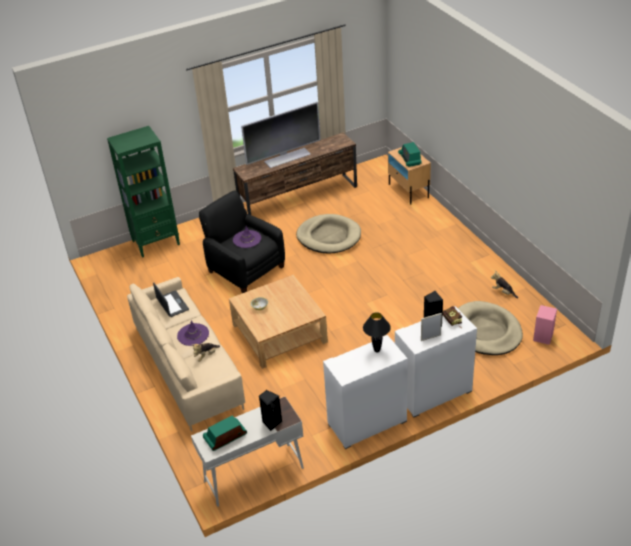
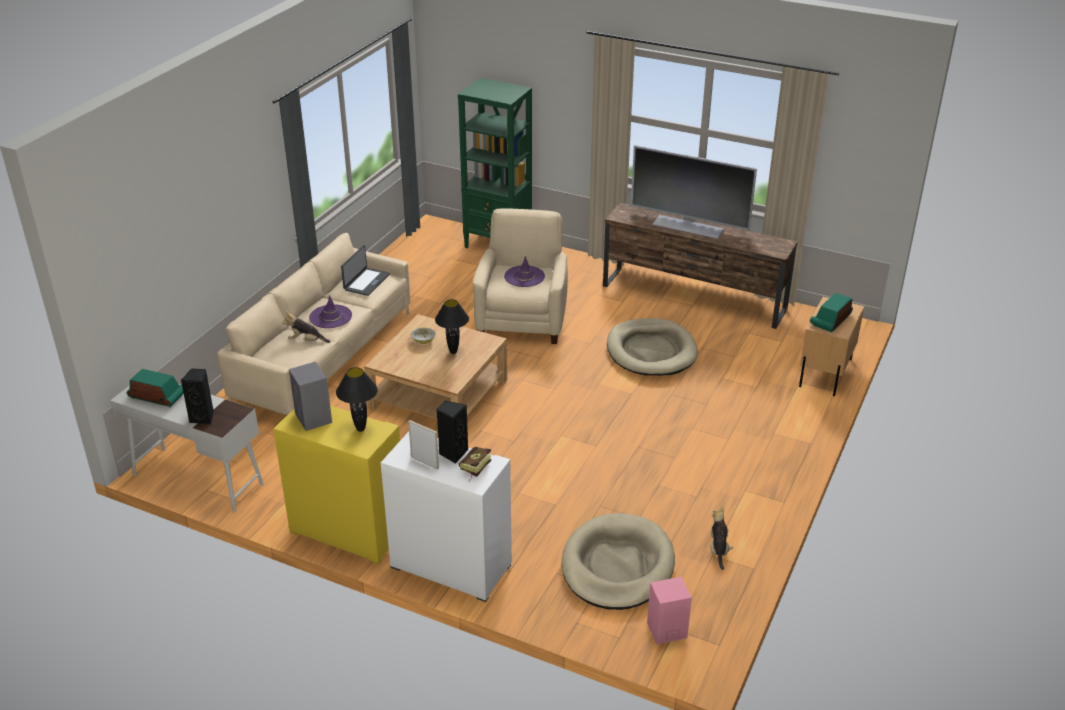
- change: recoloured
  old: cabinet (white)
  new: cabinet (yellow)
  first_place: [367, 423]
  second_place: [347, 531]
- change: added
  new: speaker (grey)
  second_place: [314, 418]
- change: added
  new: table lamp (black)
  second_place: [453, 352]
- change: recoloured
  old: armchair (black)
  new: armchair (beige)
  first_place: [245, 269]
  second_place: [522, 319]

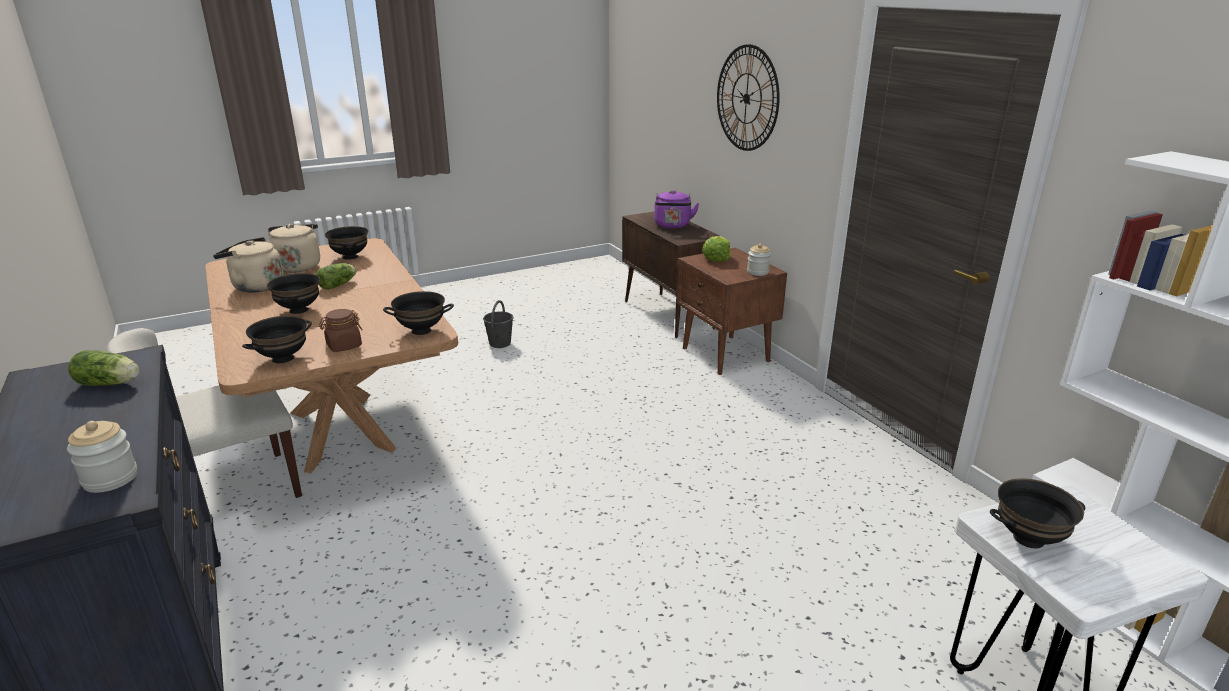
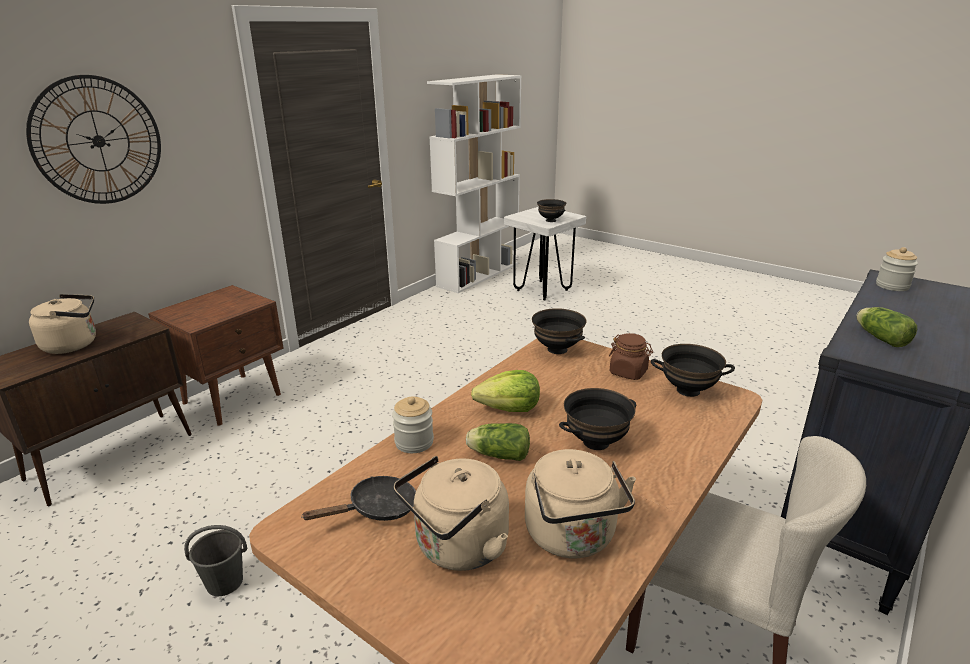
- change: recoloured
  old: kettle (purple)
  new: kettle (beige)
  first_place: [672, 226]
  second_place: [74, 344]
- change: replaced
  old: bowl (black)
  new: frying pan (black)
  first_place: [350, 257]
  second_place: [377, 509]
- change: moved
  old: jar
  first_place: [757, 272]
  second_place: [414, 442]
- change: moved
  old: lettuce
  first_place: [716, 258]
  second_place: [509, 408]

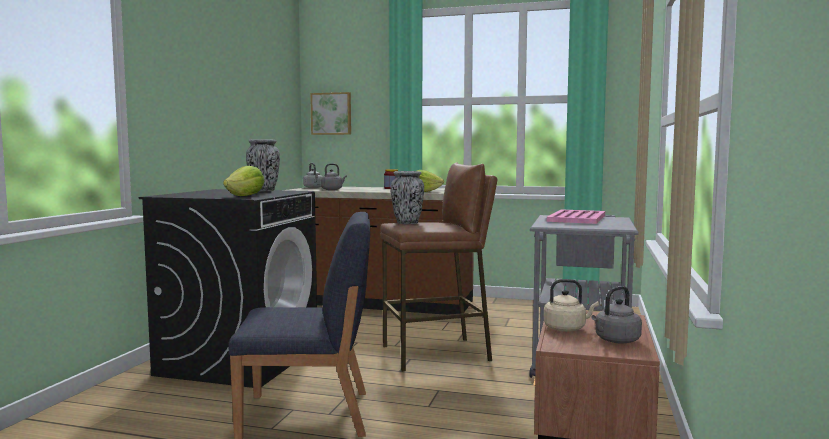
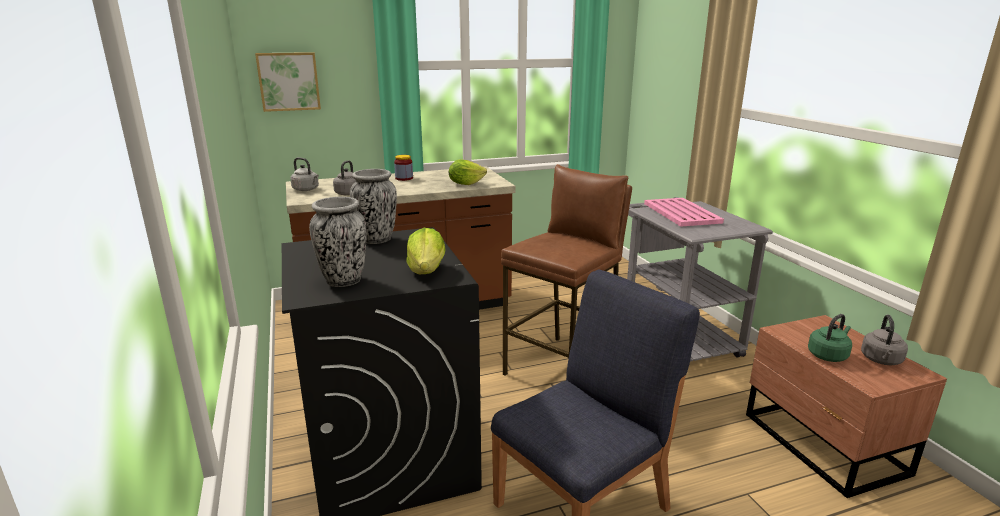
- change: moved
  old: vase
  first_place: [407, 223]
  second_place: [343, 281]
- change: recoloured
  old: kettle (beige)
  new: kettle (green)
  first_place: [567, 328]
  second_place: [828, 355]

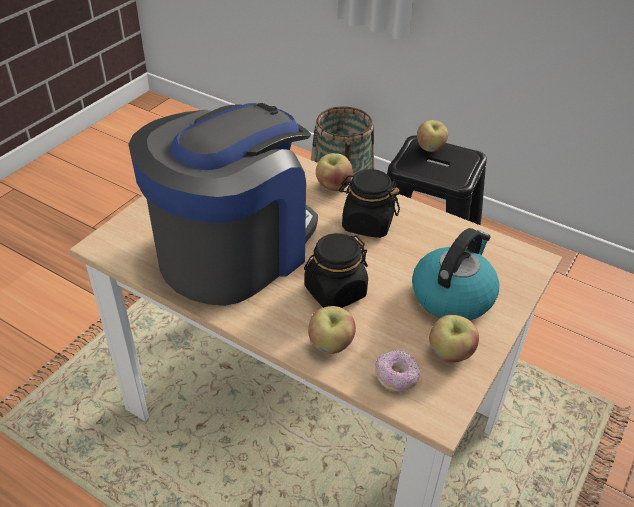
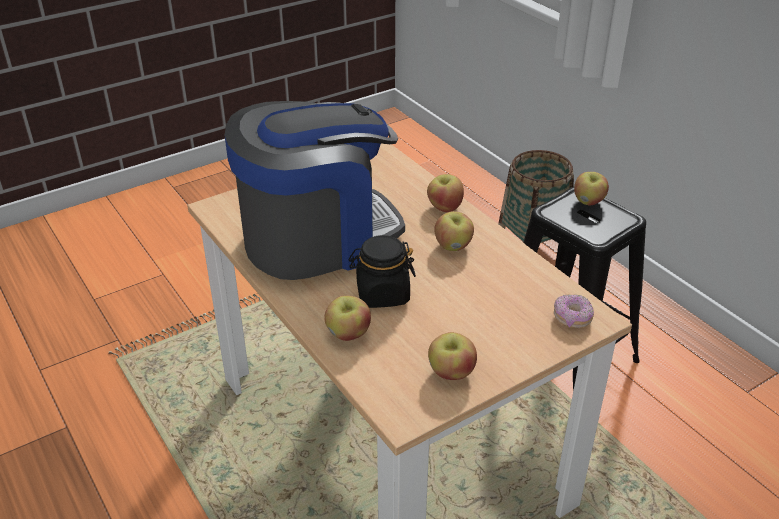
- change: replaced
  old: jar (black)
  new: apple
  first_place: [367, 223]
  second_place: [453, 246]
- change: moved
  old: donut
  first_place: [396, 377]
  second_place: [572, 318]
- change: removed
  old: kettle
  first_place: [452, 295]

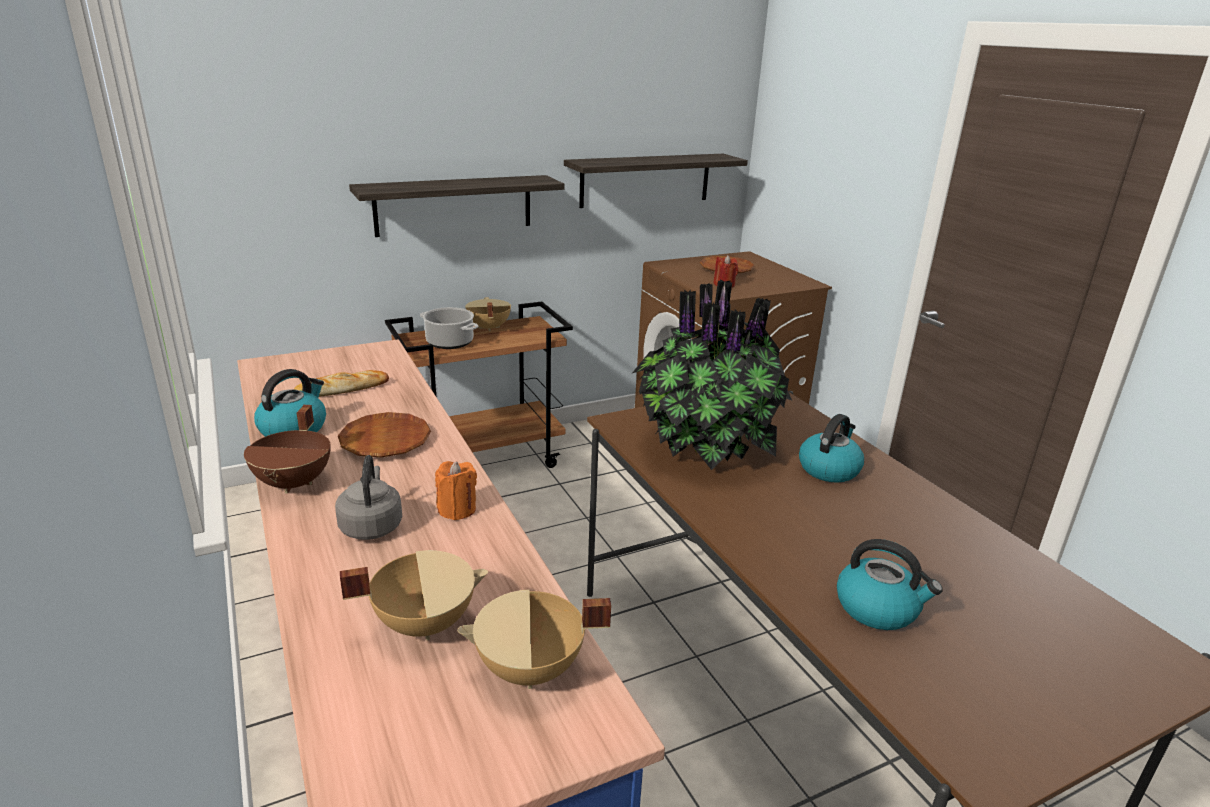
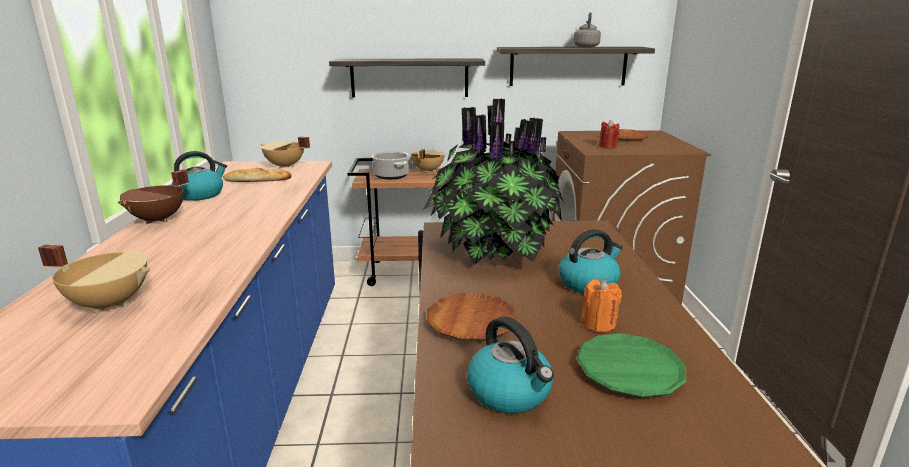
- change: moved
  old: cooking pot (beige)
  first_place: [530, 670]
  second_place: [285, 166]
- change: moved
  old: plate (brown)
  first_place: [385, 441]
  second_place: [471, 322]
- change: moved
  old: kettle (grey)
  first_place: [371, 525]
  second_place: [586, 47]
- change: added
  new: plate (green)
  second_place: [629, 371]
- change: moved
  old: candle (orange)
  first_place: [457, 509]
  second_place: [599, 323]

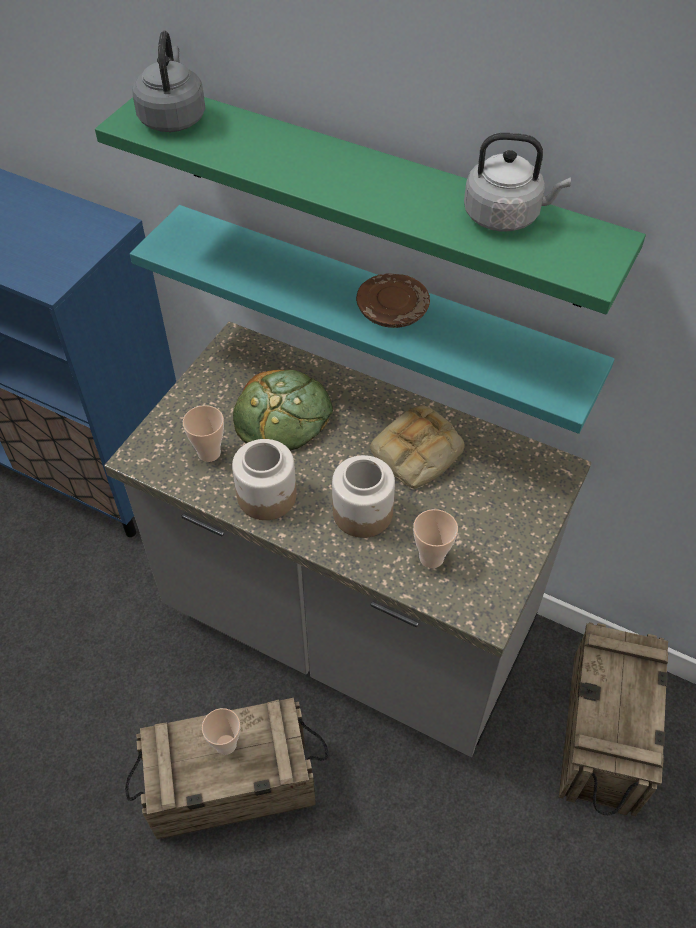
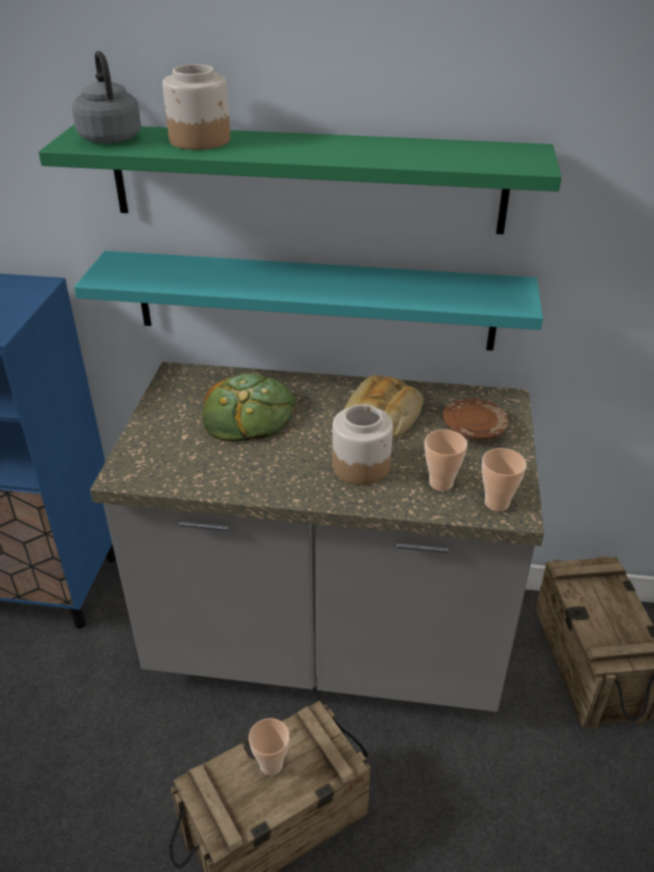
- change: moved
  old: jar
  first_place: [267, 496]
  second_place: [200, 140]
- change: moved
  old: plate (brown)
  first_place: [392, 310]
  second_place: [474, 429]
- change: moved
  old: cup
  first_place: [209, 453]
  second_place: [497, 503]
- change: removed
  old: kettle (grey)
  first_place: [505, 216]

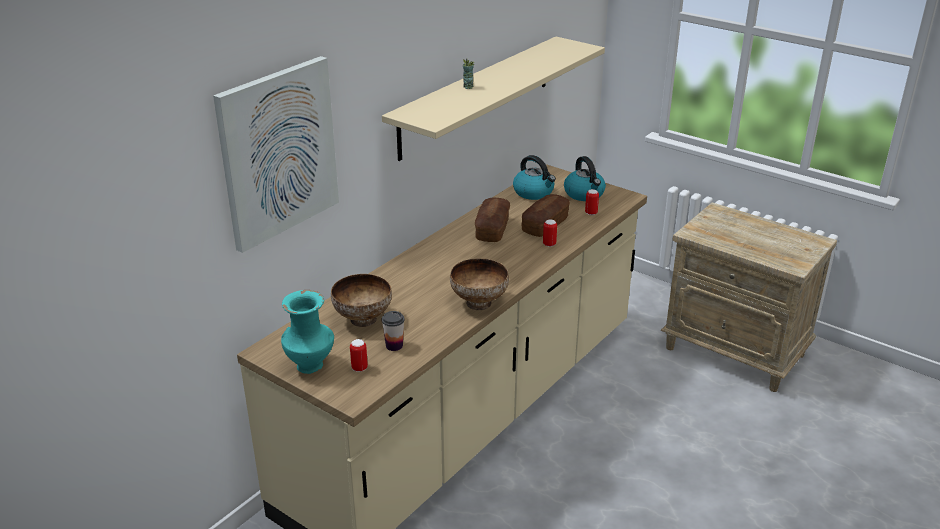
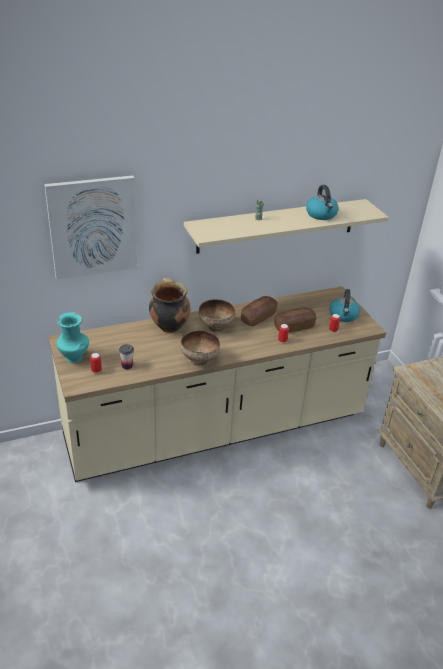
- change: added
  new: cooking pot
  second_place: [169, 326]
- change: moved
  old: bowl
  first_place: [362, 320]
  second_place: [215, 327]
- change: moved
  old: kettle
  first_place: [534, 192]
  second_place: [321, 215]

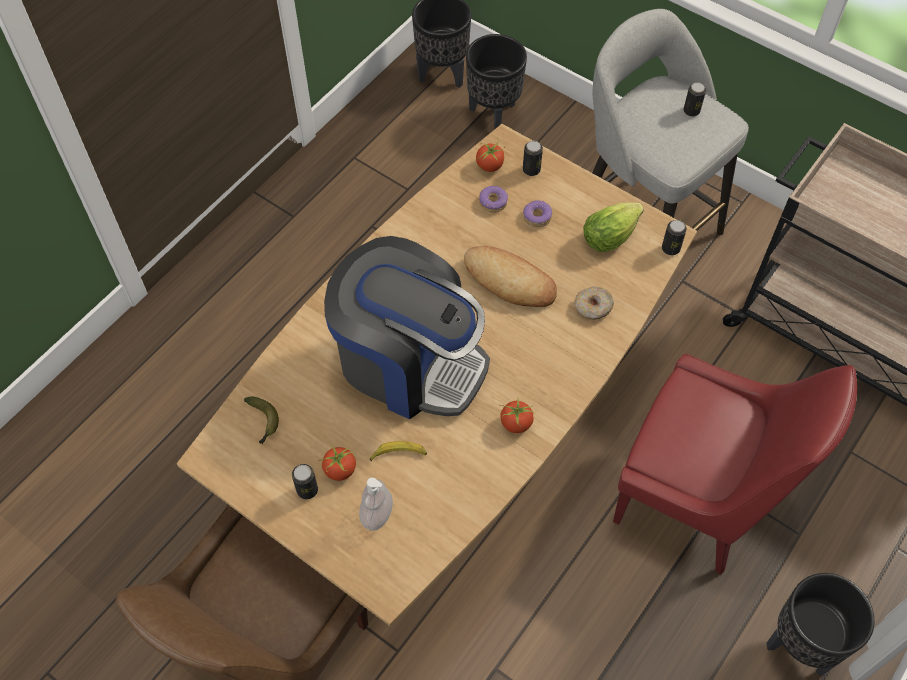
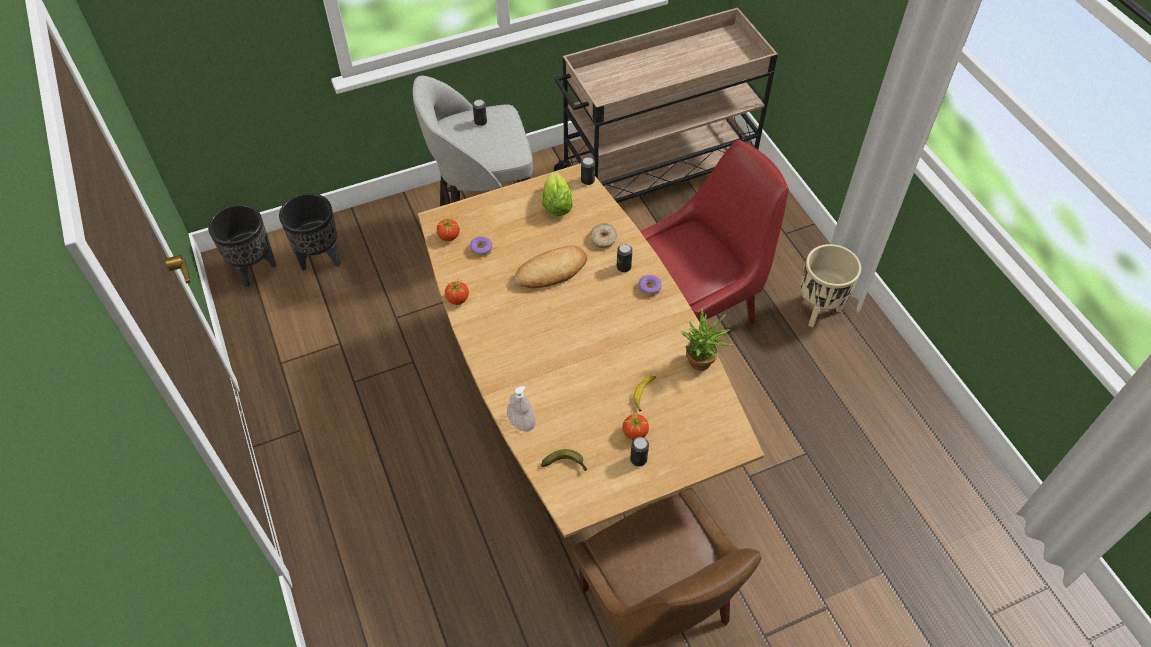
- change: moved
  old: tomato
  first_place: [515, 423]
  second_place: [457, 299]
- change: moved
  old: soap dispenser
  first_place: [377, 514]
  second_place: [521, 422]
- change: moved
  old: can
  first_place: [531, 170]
  second_place: [623, 267]
- change: moved
  old: donut
  first_place: [536, 217]
  second_place: [649, 288]
- change: added
  new: potted plant
  second_place: [701, 366]
- change: recoloured
  old: planter (black)
  new: planter (beige)
  first_place: [800, 646]
  second_place: [819, 310]
- change: removed
  old: coffee machine
  first_place: [409, 362]

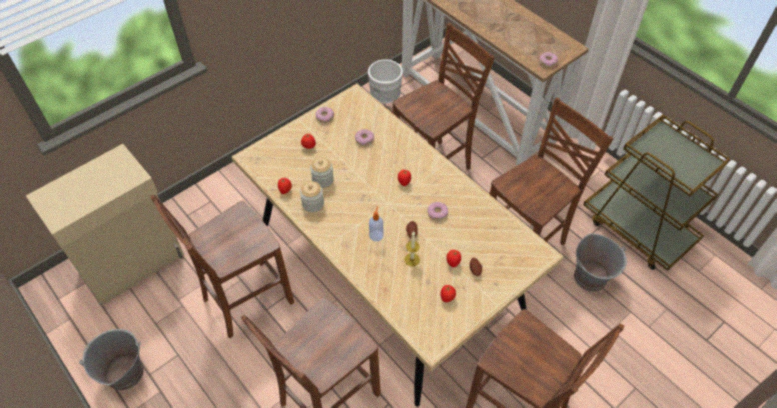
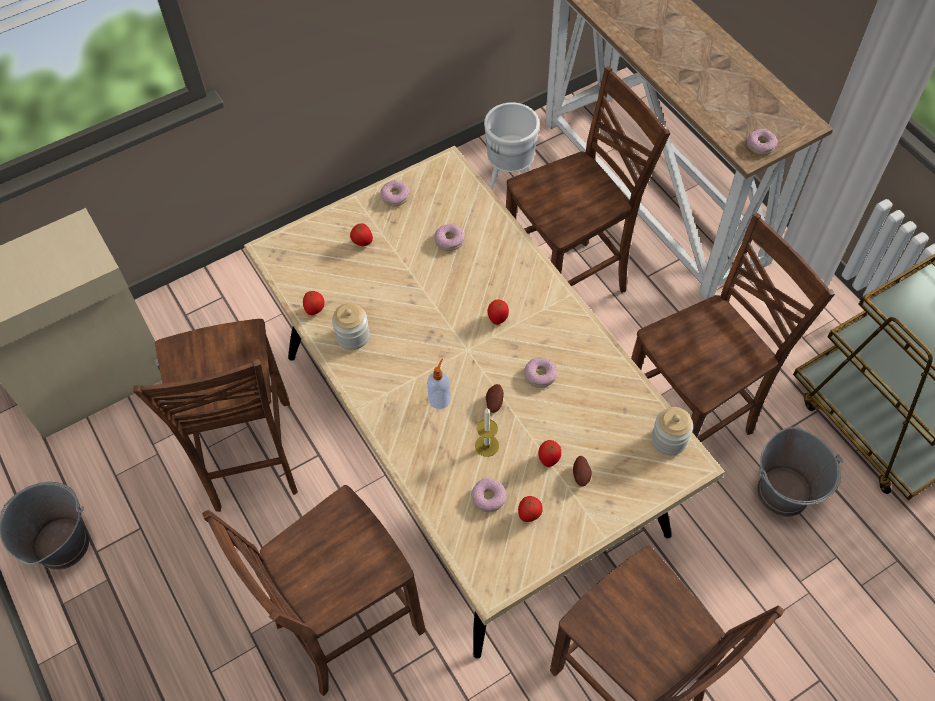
- change: turned
  old: chair (brown)
  first_place: [245, 300]
  second_place: [249, 458]
  degrees: -75
- change: added
  new: donut
  second_place: [489, 497]
- change: moved
  old: jar
  first_place: [322, 179]
  second_place: [669, 439]

